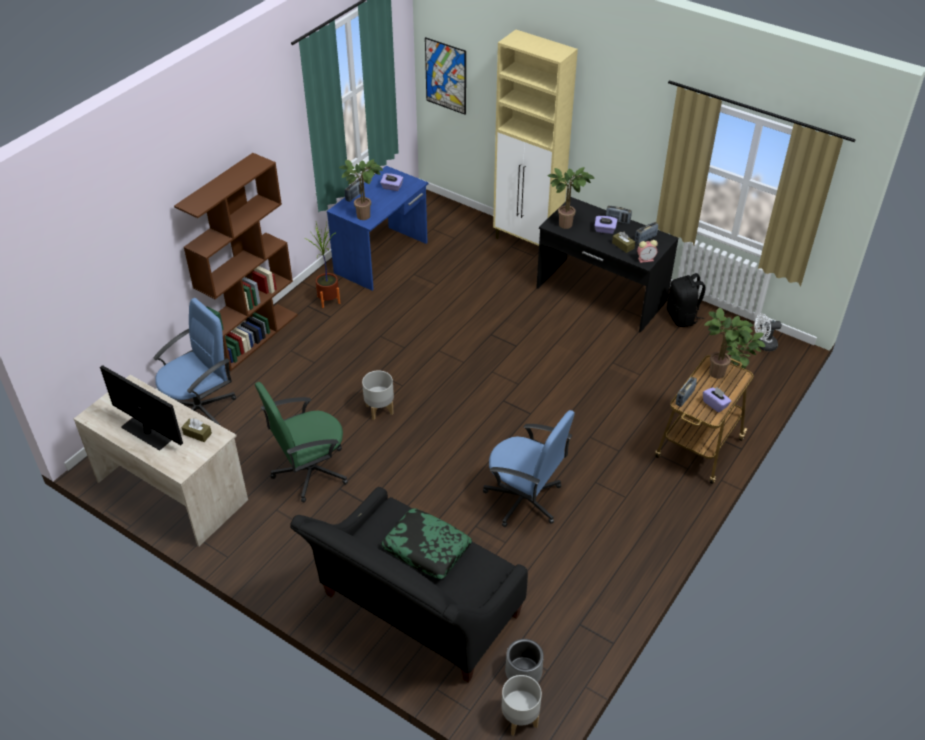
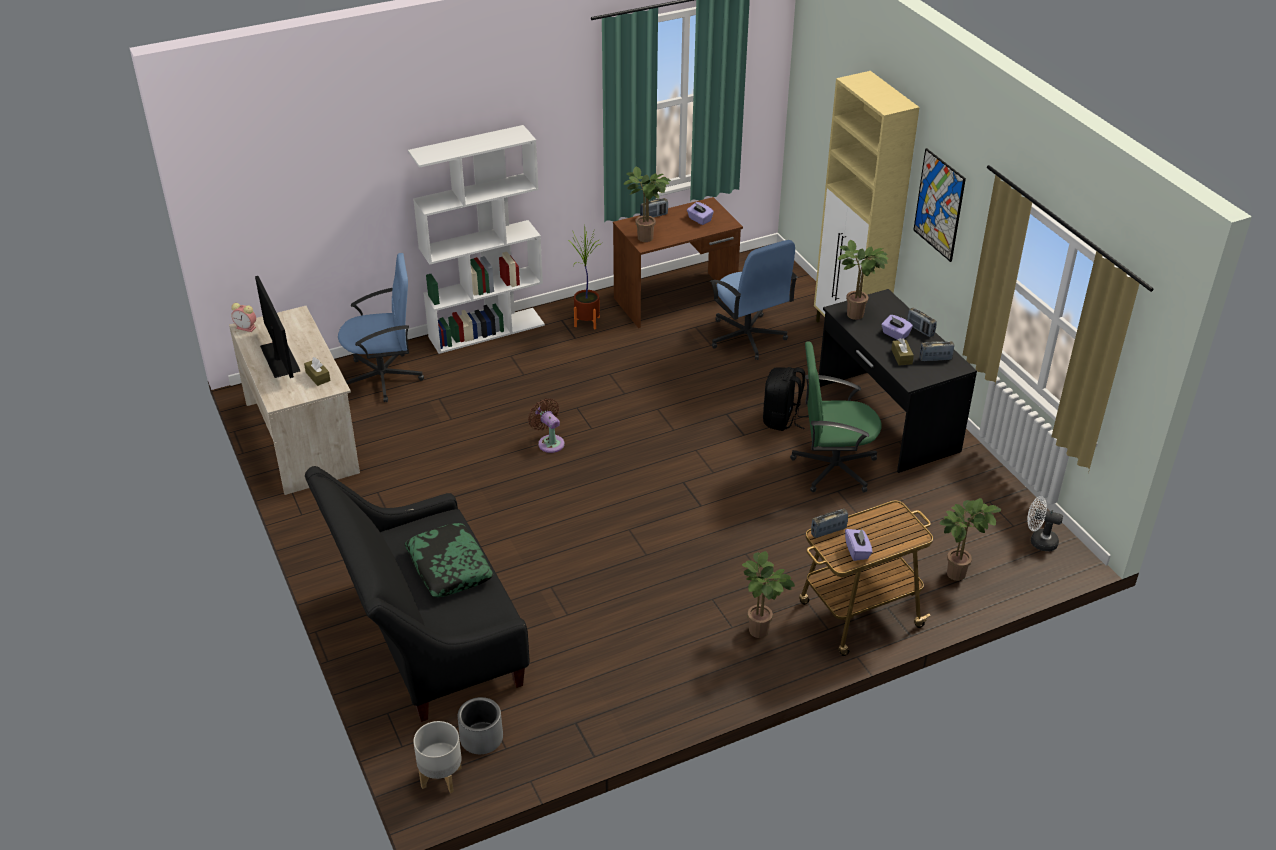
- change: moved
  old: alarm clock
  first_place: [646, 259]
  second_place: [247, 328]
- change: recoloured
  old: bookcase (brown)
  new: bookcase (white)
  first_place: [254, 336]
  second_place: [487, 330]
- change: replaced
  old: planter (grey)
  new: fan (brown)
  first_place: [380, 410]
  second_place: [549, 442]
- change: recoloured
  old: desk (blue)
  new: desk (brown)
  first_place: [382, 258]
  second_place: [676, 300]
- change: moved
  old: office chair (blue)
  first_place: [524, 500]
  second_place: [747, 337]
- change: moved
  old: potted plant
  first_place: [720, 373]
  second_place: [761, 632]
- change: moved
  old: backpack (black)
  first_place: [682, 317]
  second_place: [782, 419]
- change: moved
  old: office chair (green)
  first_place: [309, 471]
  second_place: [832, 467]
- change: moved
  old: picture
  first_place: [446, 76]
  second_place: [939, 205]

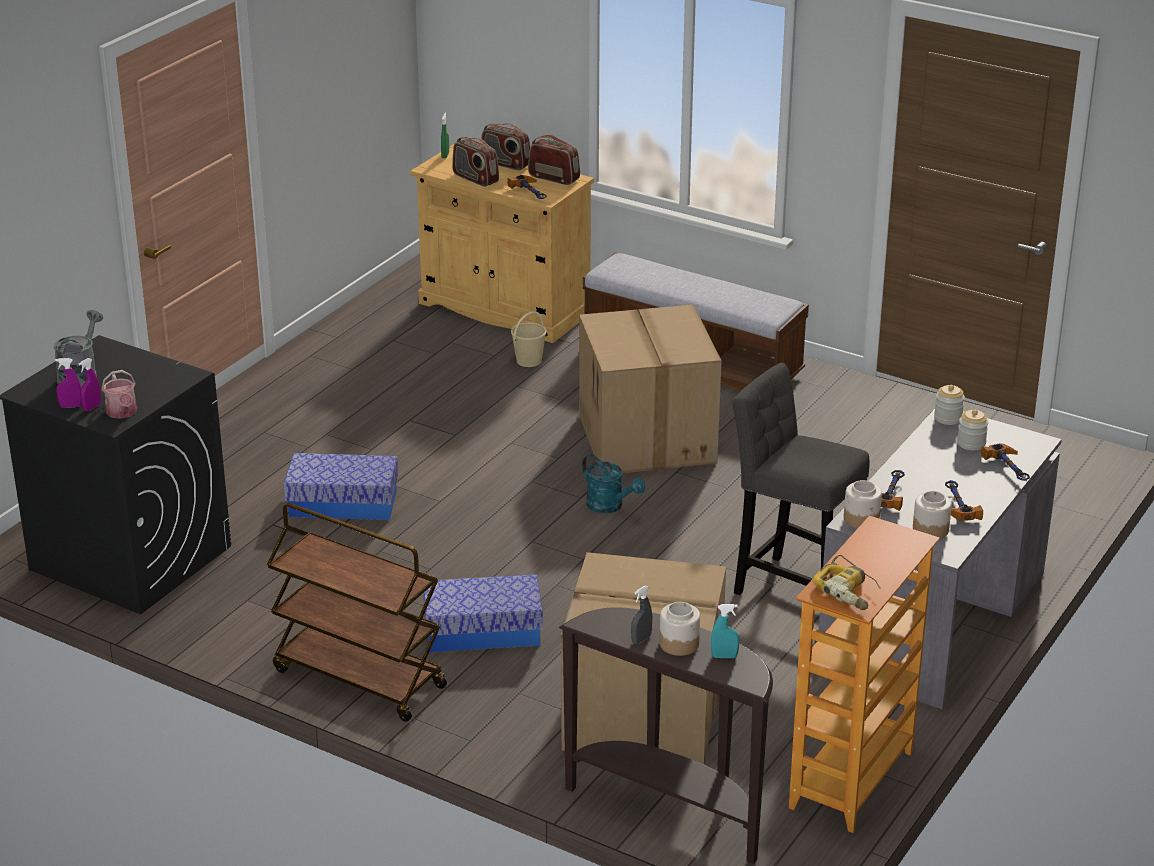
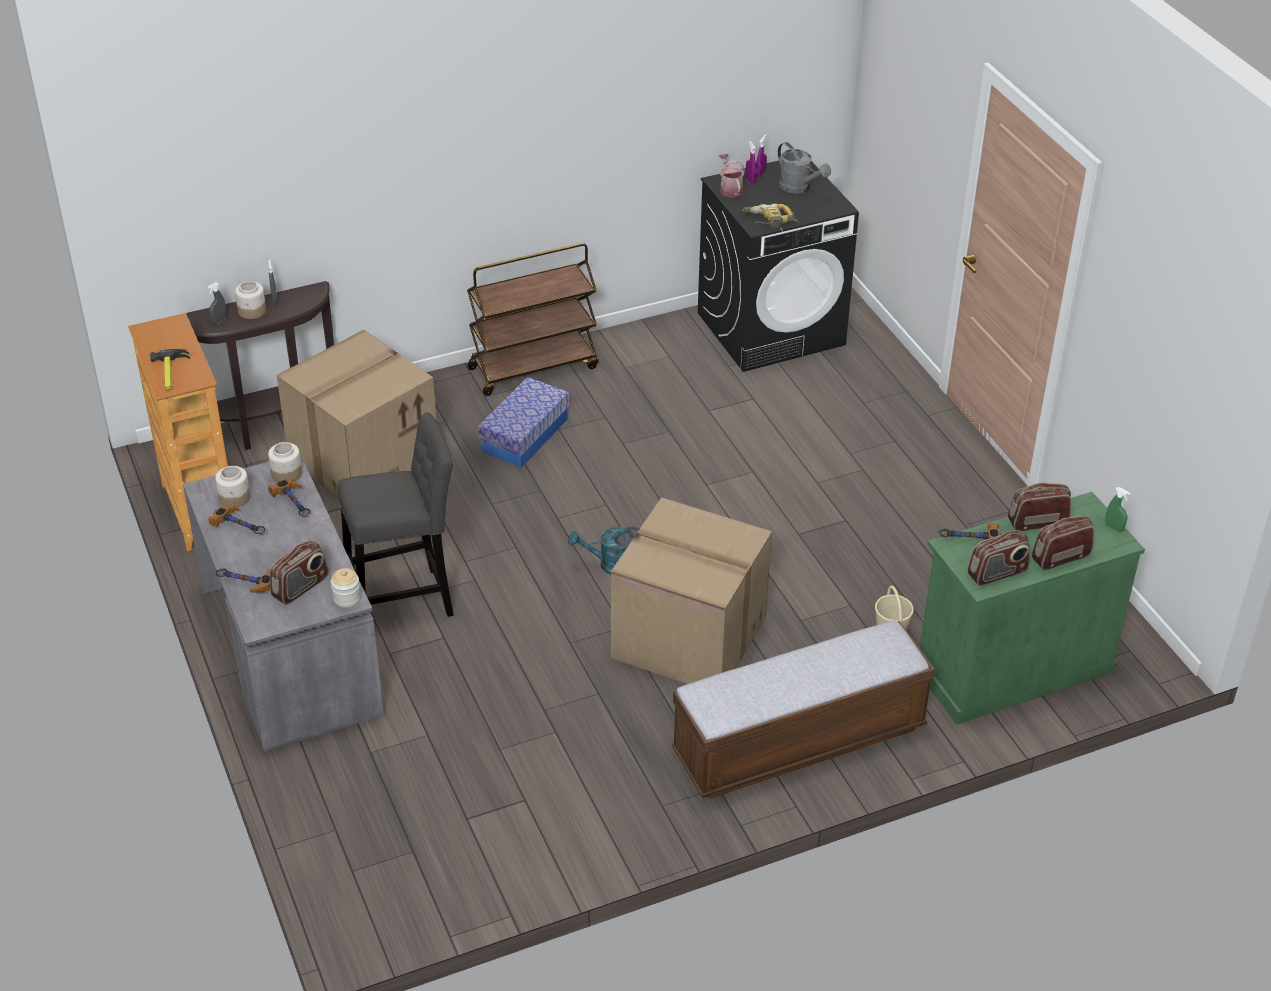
- change: added
  new: hammer
  second_place: [171, 373]
- change: recoloured
  old: spray bottle (turquoise)
  new: spray bottle (grey)
  first_place: [724, 656]
  second_place: [219, 321]
- change: replaced
  old: jar
  new: radio
  first_place: [971, 443]
  second_place: [300, 587]
- change: turned
  old: watering can
  first_place: [122, 413]
  second_place: [730, 188]
  degrees: 60
- change: moved
  old: power drill
  first_place: [849, 590]
  second_place: [769, 220]
- change: recoloured
  old: cabinet (beige)
  new: cabinet (green)
  first_place: [504, 308]
  second_place: [1012, 668]
- change: removed
  old: storage box
  first_place: [343, 503]

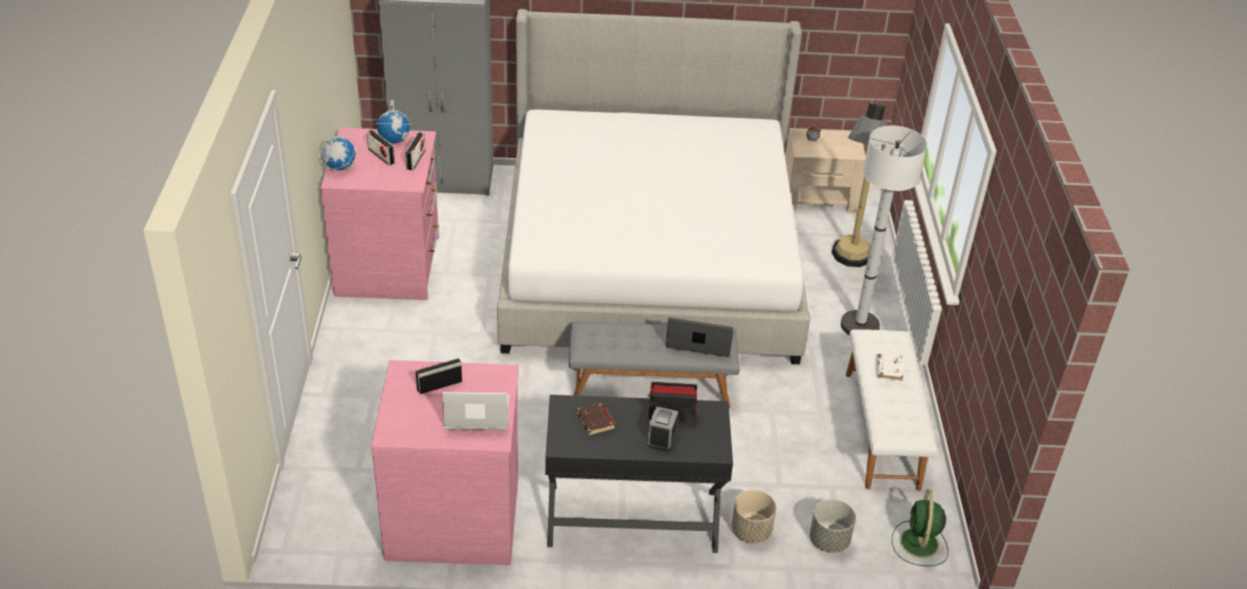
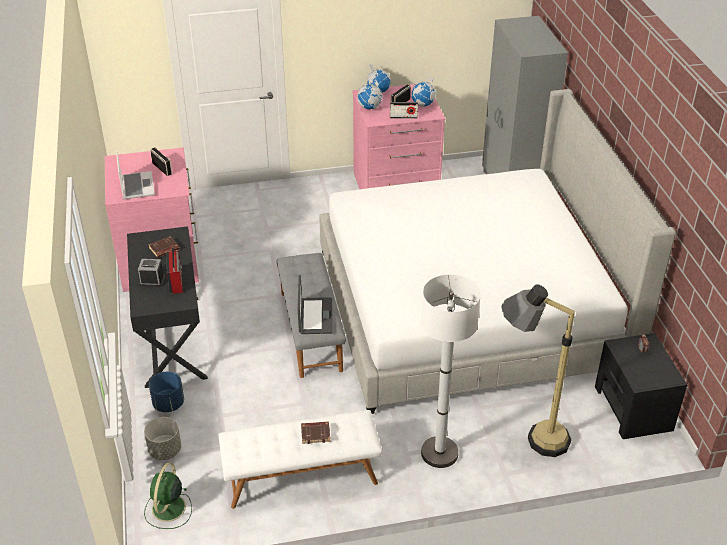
- change: turned
  old: fan (green)
  first_place: [919, 544]
  second_place: [168, 509]
  degrees: -75
- change: recoloured
  old: planter (beige)
  new: planter (blue)
  first_place: [751, 531]
  second_place: [168, 404]
- change: recoloured
  old: book (white)
  new: book (brown)
  first_place: [888, 369]
  second_place: [316, 434]
- change: added
  new: globe
  second_place: [370, 107]
- change: recoloured
  old: nightstand (beige)
  new: nightstand (black)
  first_place: [819, 196]
  second_place: [633, 408]

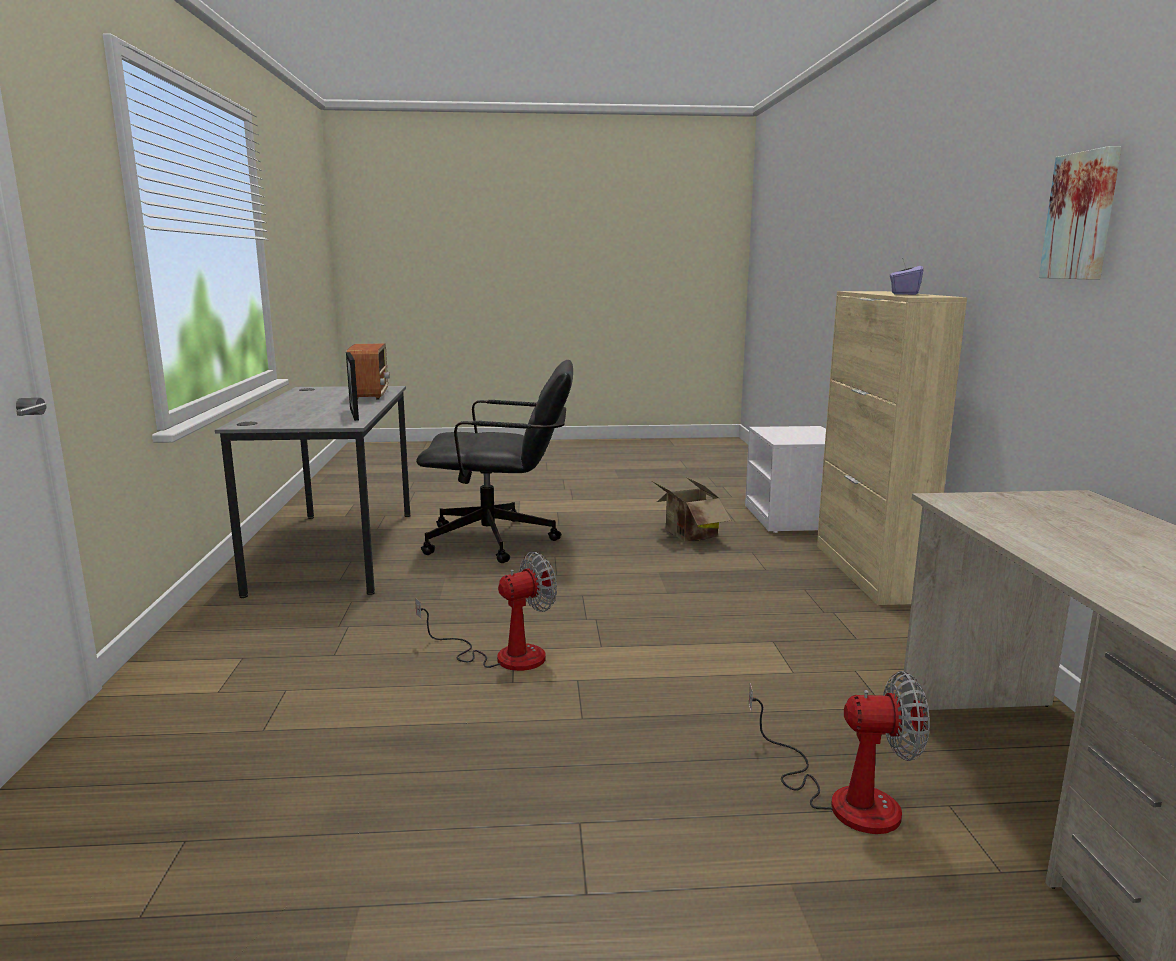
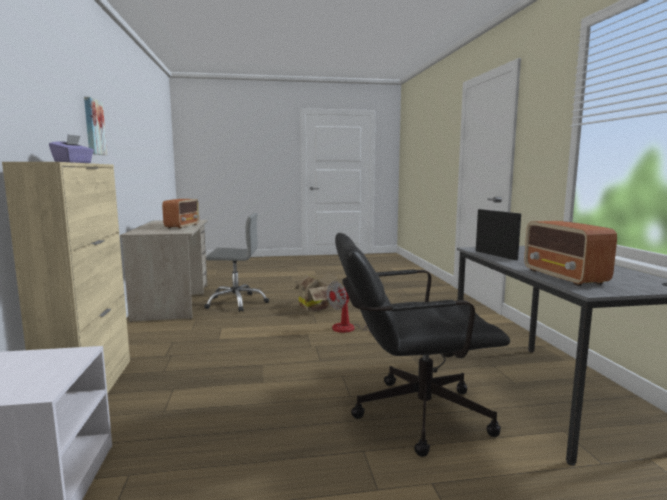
- change: added
  new: radio
  second_place: [182, 226]
- change: replaced
  old: fan
  new: office chair (grey)
  first_place: [844, 797]
  second_place: [236, 302]
- change: moved
  old: cardboard box
  first_place: [688, 536]
  second_place: [315, 307]

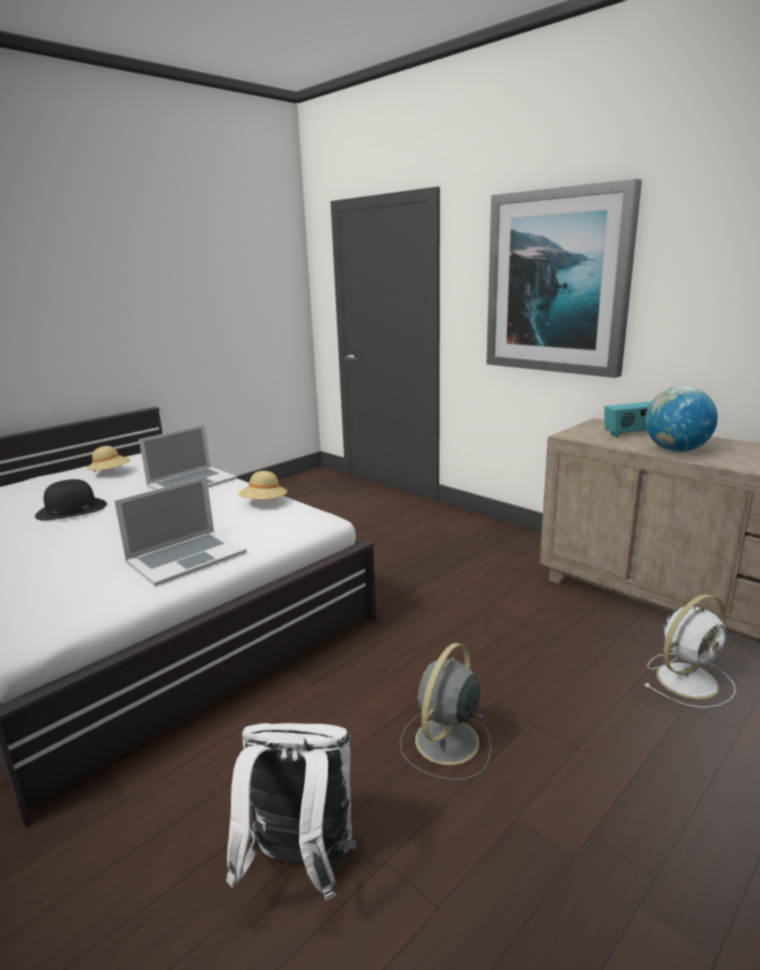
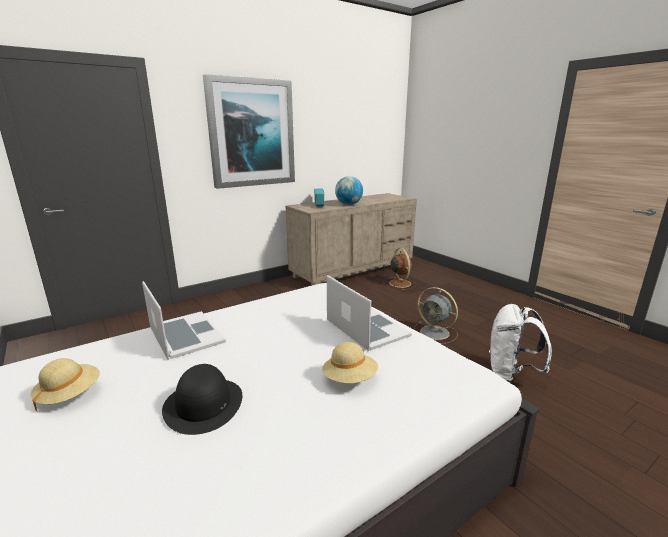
- change: moved
  old: hat (beige)
  first_place: [264, 503]
  second_place: [350, 379]
- change: recoloured
  old: fan (white)
  new: fan (brown)
  first_place: [689, 679]
  second_place: [399, 283]

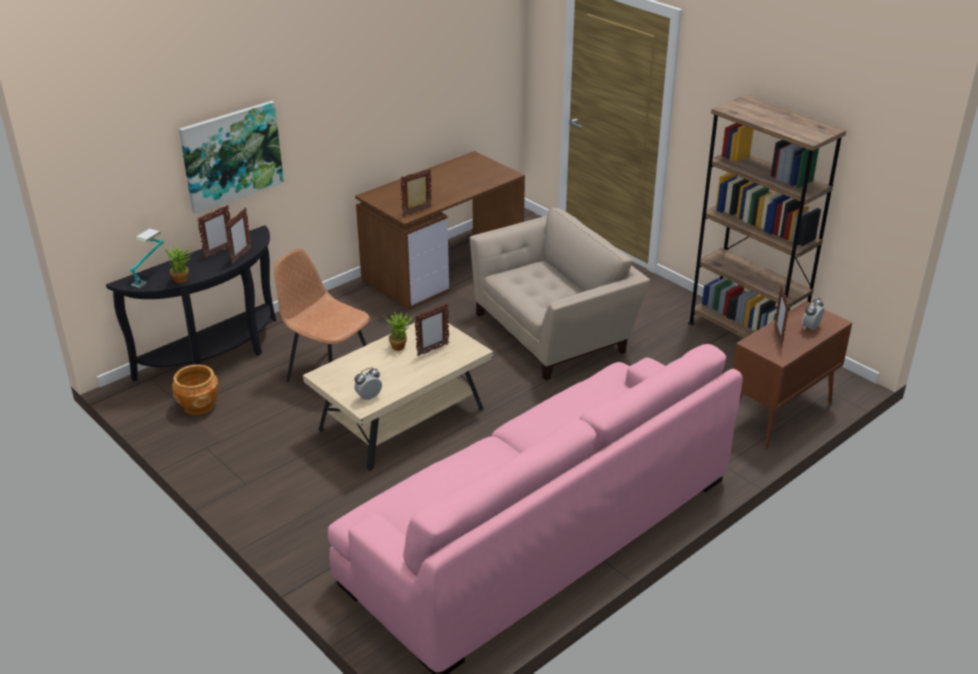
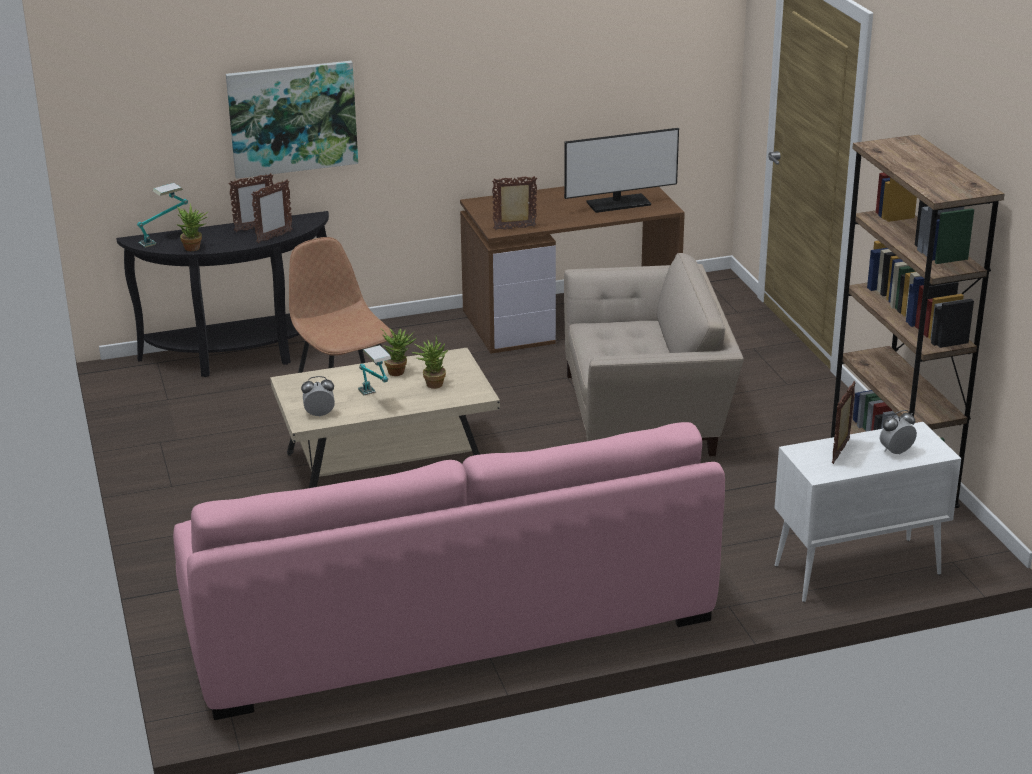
- change: added
  new: table lamp
  second_place: [375, 400]
- change: replaced
  old: picture frame
  new: potted plant
  first_place: [432, 350]
  second_place: [431, 383]
- change: added
  new: monitor
  second_place: [618, 204]
- change: recoloured
  old: cabinet (brown)
  new: cabinet (white)
  first_place: [779, 415]
  second_place: [855, 570]
- change: removed
  old: planter (brown)
  first_place: [199, 405]

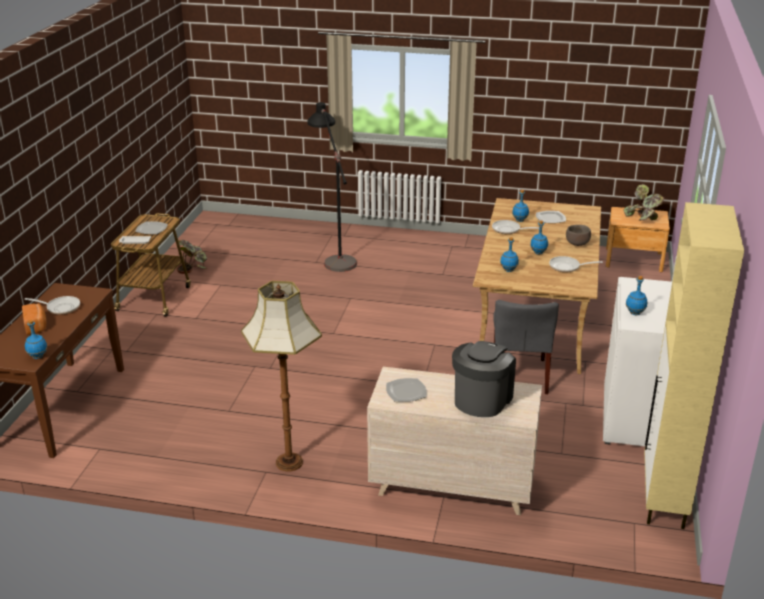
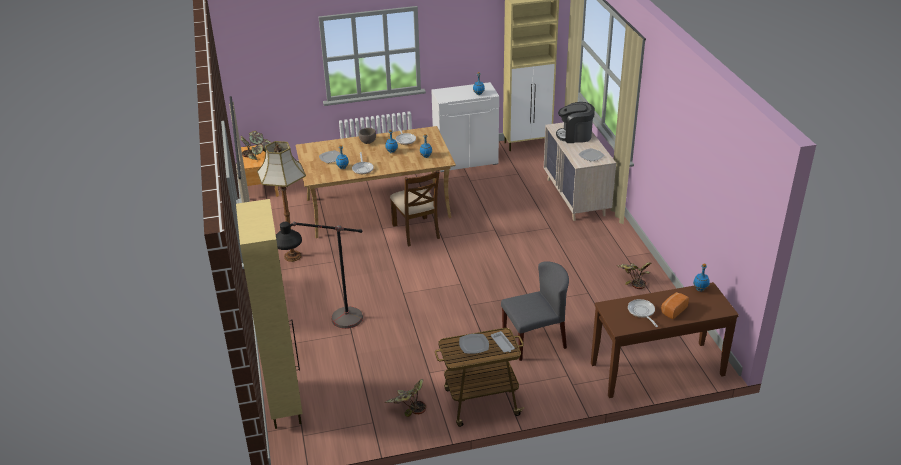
- change: added
  new: cabinet (beige)
  second_place: [285, 403]
- change: moved
  old: floor lamp
  first_place: [289, 463]
  second_place: [293, 256]
- change: added
  new: chair (brown)
  second_place: [416, 231]
- change: moved
  old: chair (grey)
  first_place: [519, 375]
  second_place: [534, 341]
- change: added
  new: potted plant
  second_place: [632, 280]

